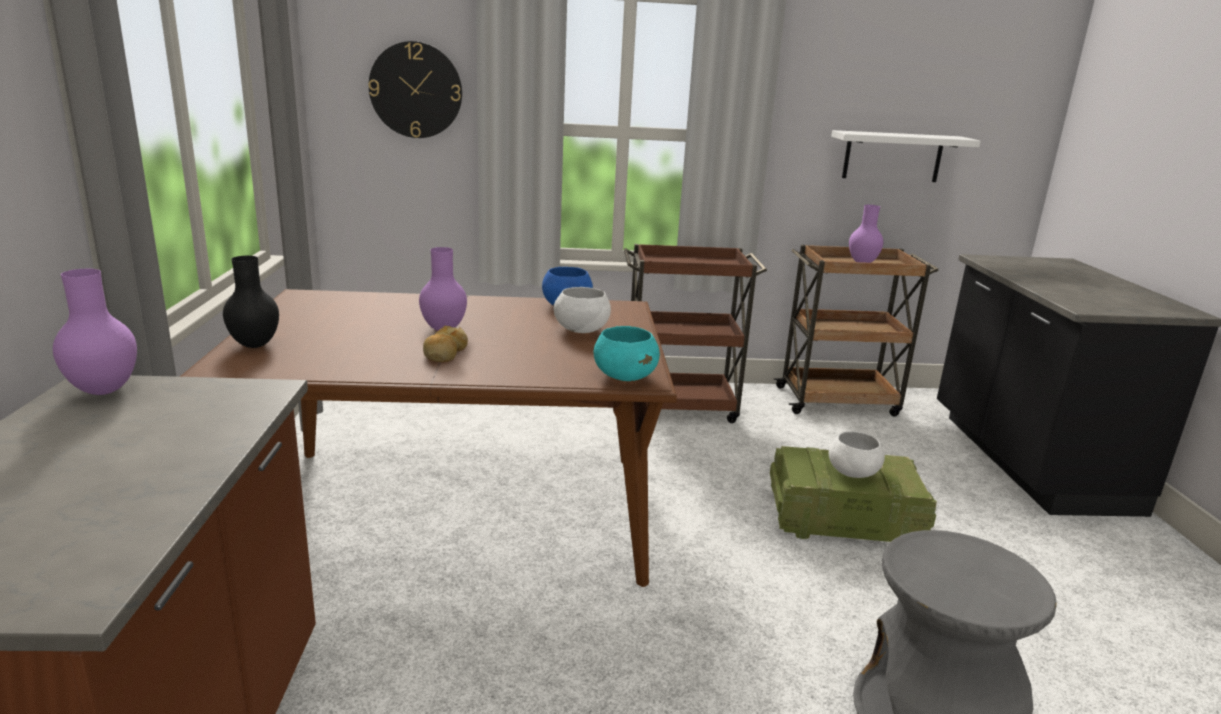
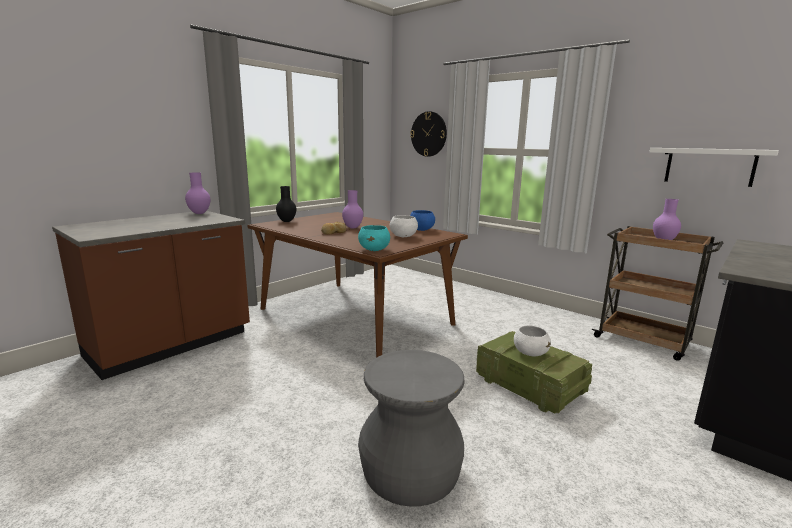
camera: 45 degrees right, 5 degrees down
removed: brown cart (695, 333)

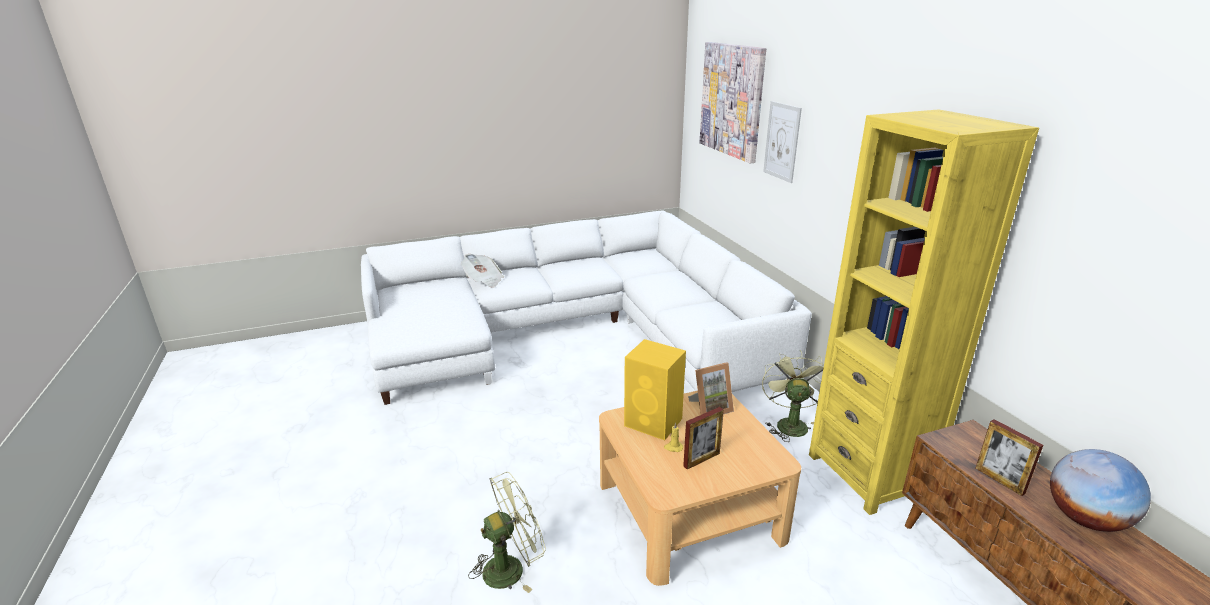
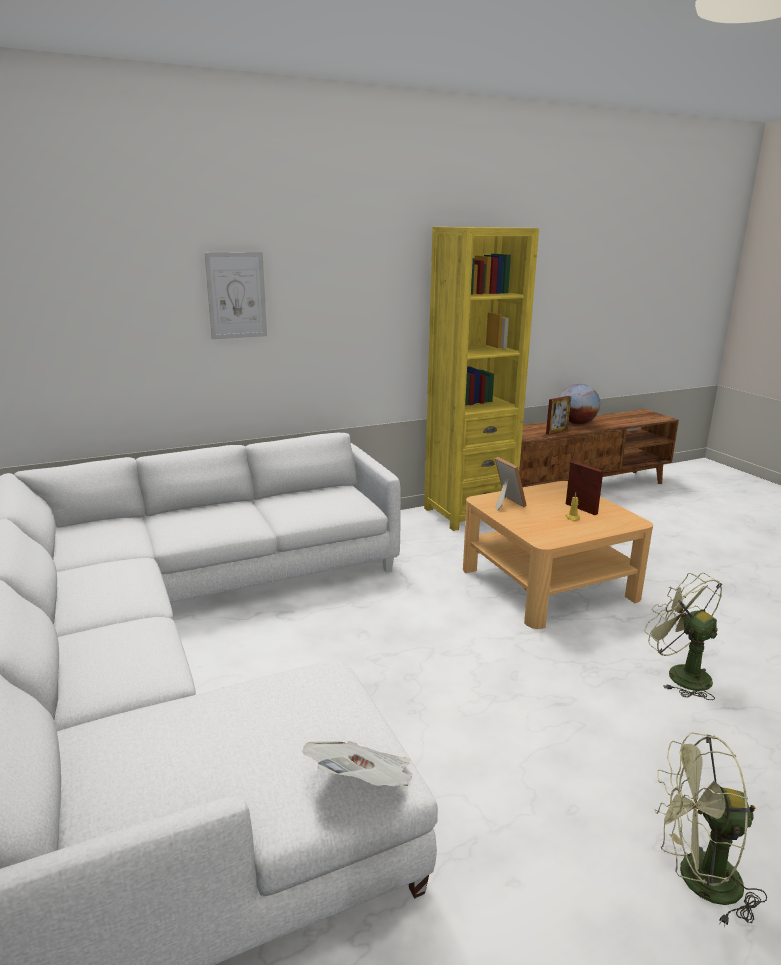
camera: 95 degrees left, 5 degrees down
removed: yellow speaker (655, 389); picture (733, 102)
moved: newspaper (482, 271) to (357, 764); green fan (793, 396) to (710, 830)

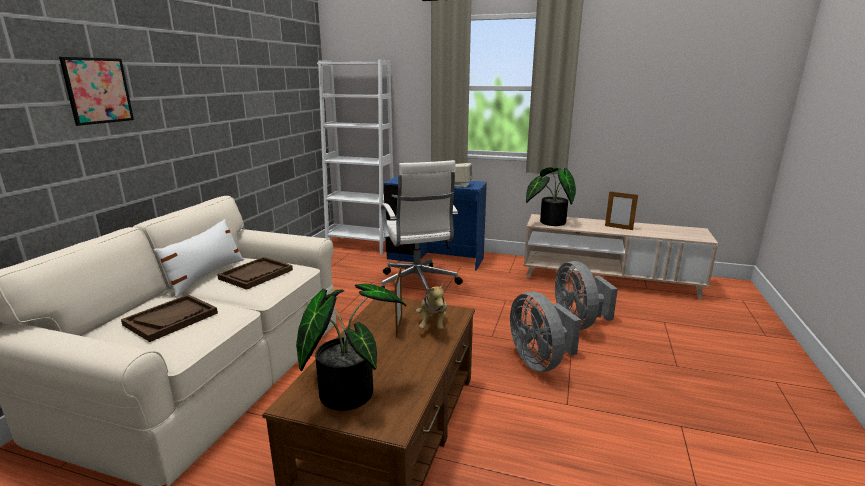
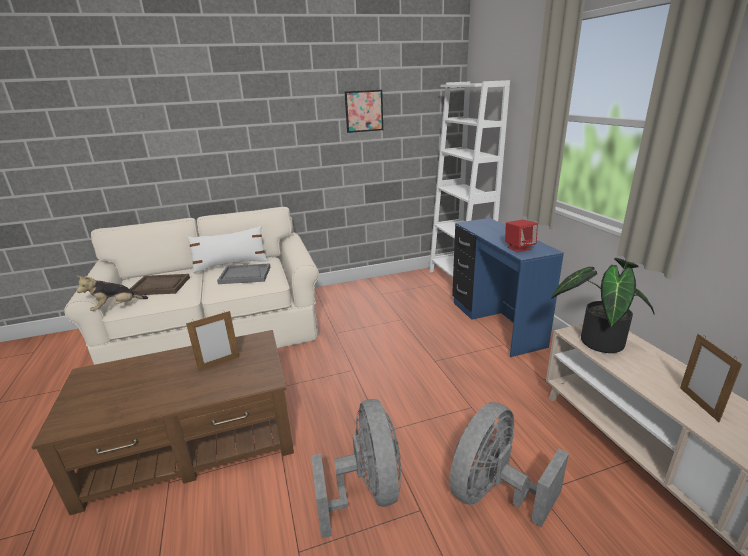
camera: 55 degrees right, 5 degrees up
removed: potted plant (351, 347); white office chair (422, 227)
moved: picture (96, 91) to (364, 111); plush toy (431, 306) to (112, 293)
recoloured: brown tray (255, 273) to grey tray (243, 273); beige speaker (463, 175) to red speaker (521, 236)
turned: grey fan (545, 332) = (356, 469) 135 degrees clockwise

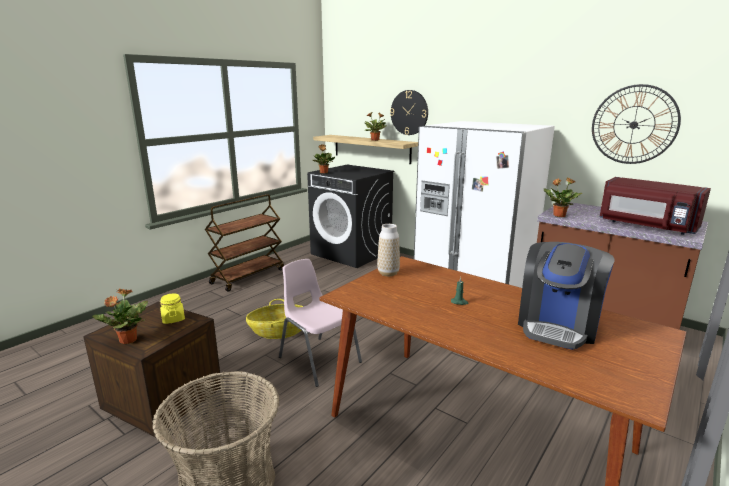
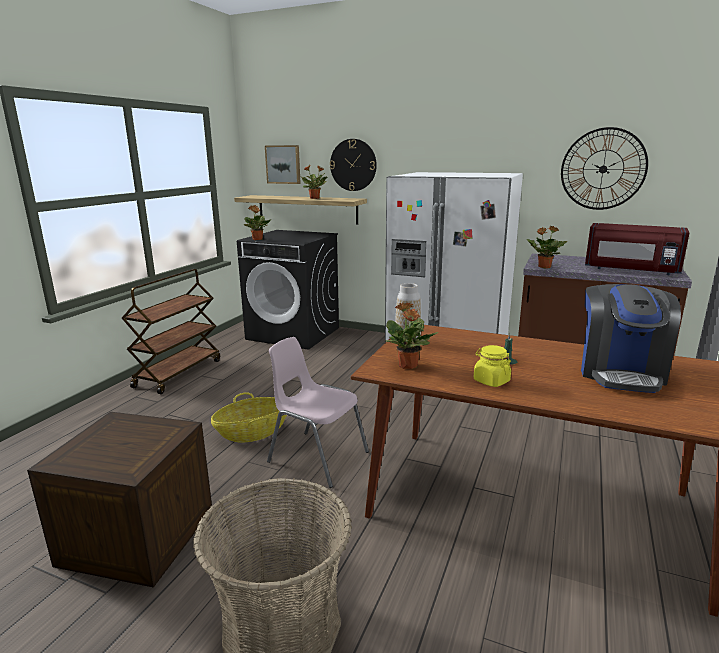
camera: 15 degrees left, 0 degrees up
added: picture (283, 164)
moved: potted plant (120, 316) to (411, 336); yellow jar (172, 309) to (492, 366)

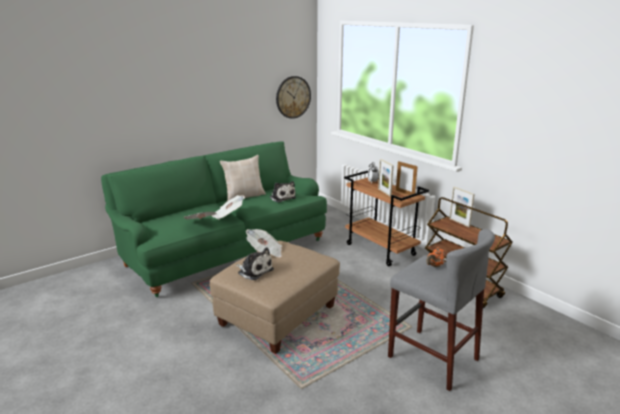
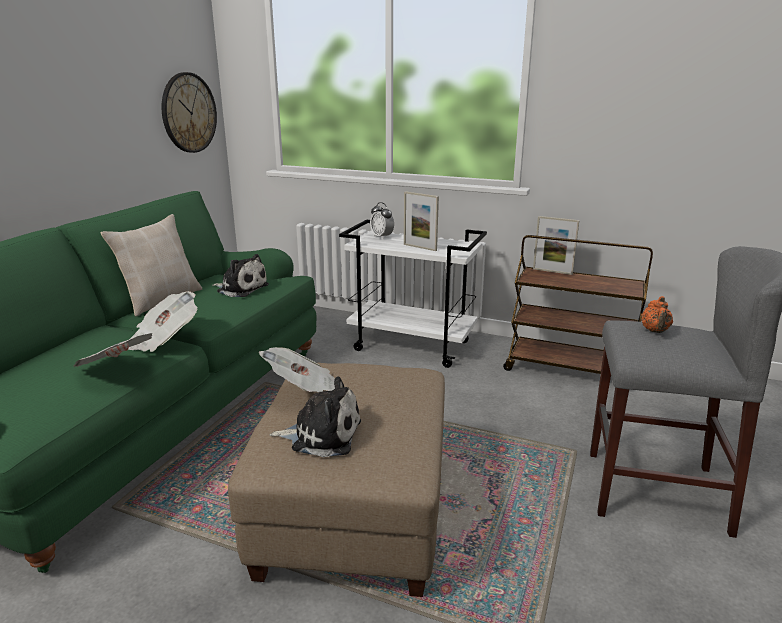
camera: 30 degrees left, 0 degrees up
removed: picture frame (407, 178)
recoloured: brown cart (386, 218) to white cart (413, 294)

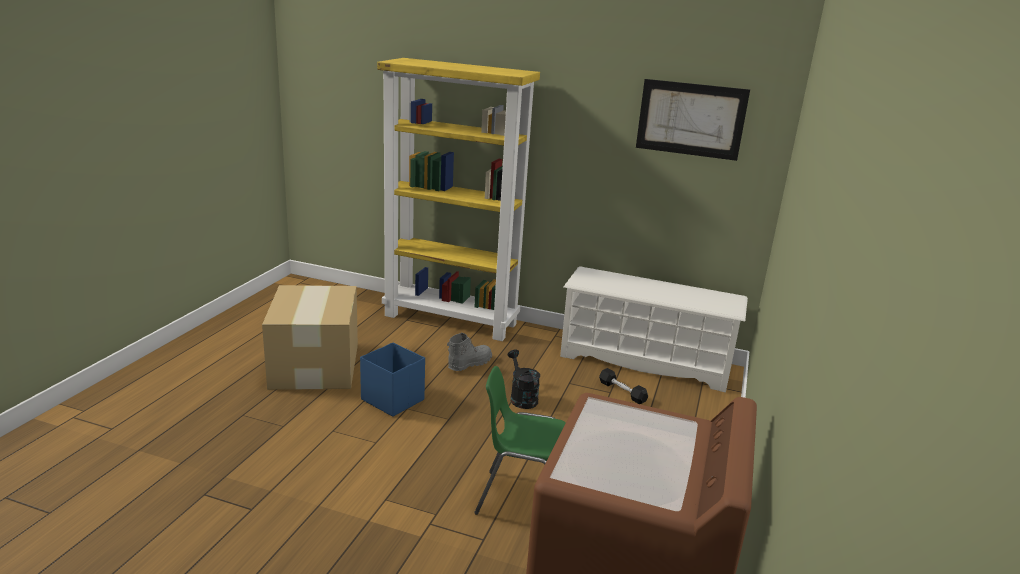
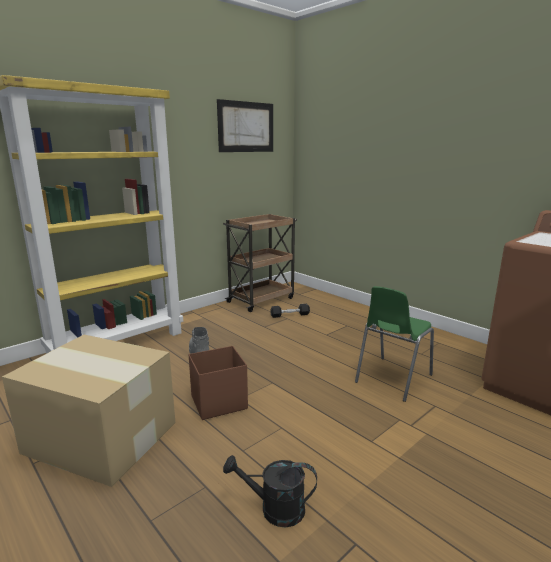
camera: 60 degrees left, 5 degrees down
moved: black watering can (524, 379) to (270, 491)
replaced: white shoe rack (654, 329) to brown cart (260, 263)
recoloured: blue storage box (392, 380) to brown storage box (218, 383)

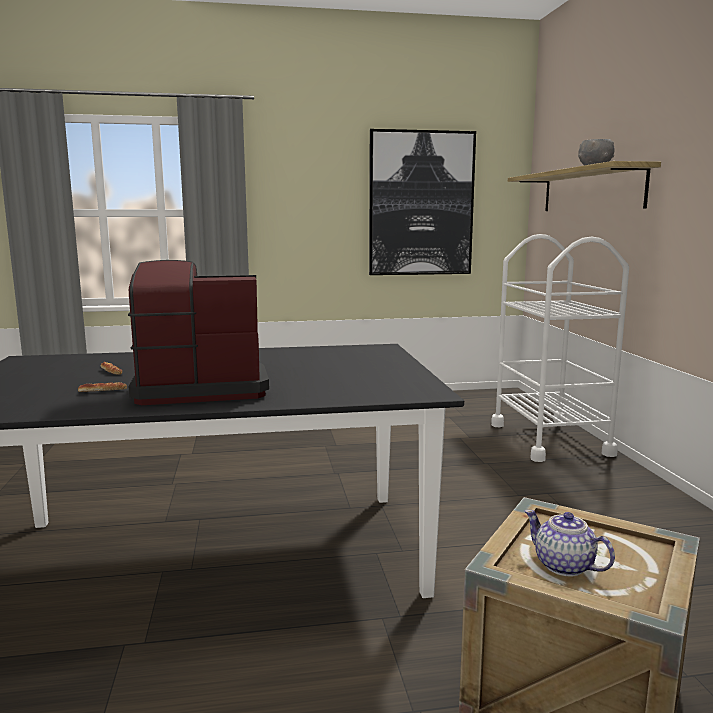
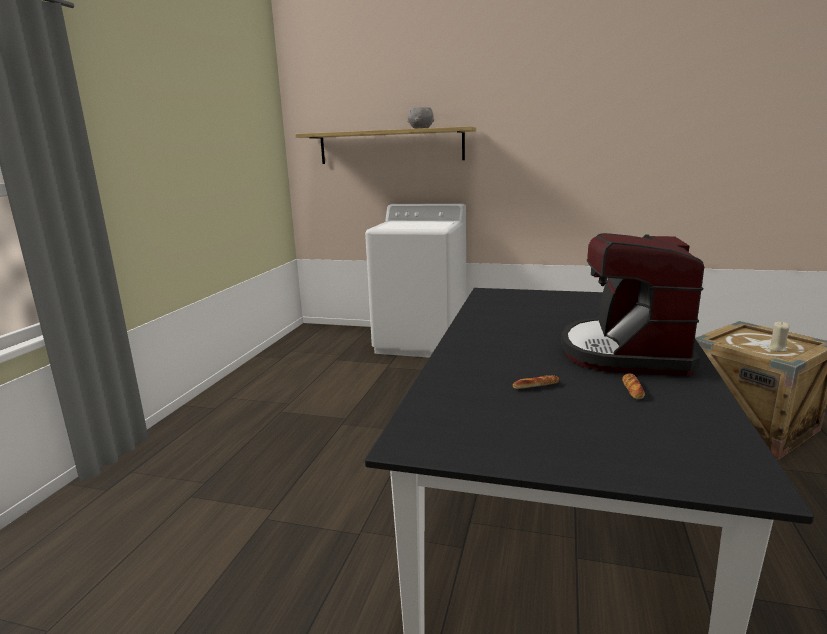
camera: 65 degrees left, 5 degrees up
removed: picture (422, 202)
replaced: white cart (560, 348) to white washing machine (415, 280); teapot (569, 543) to beige candle (778, 337)

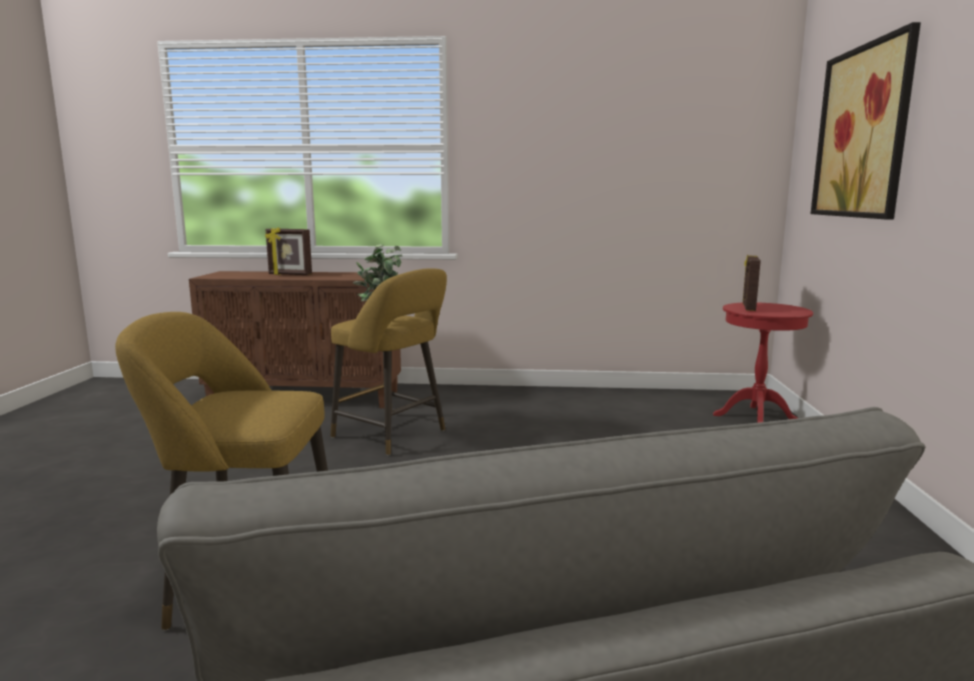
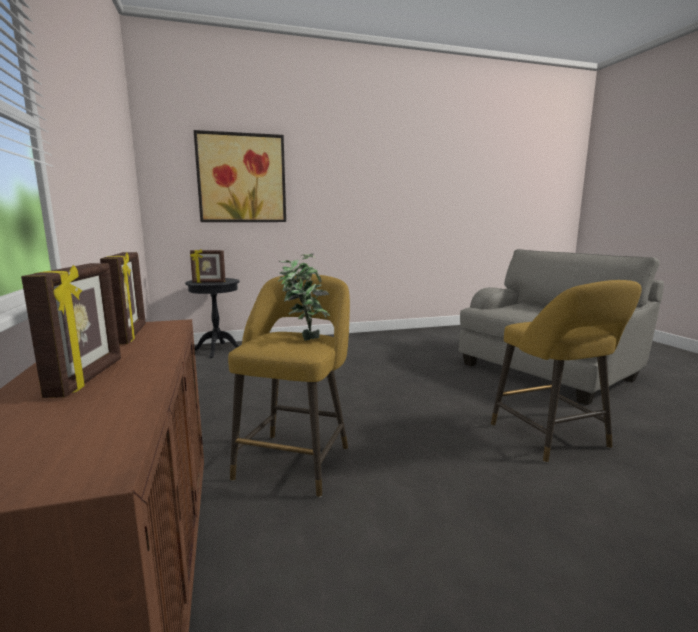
camera: 110 degrees left, 0 degrees up
added: picture frame (123, 298)
recoloured: red side table (763, 362) to black side table (212, 318)

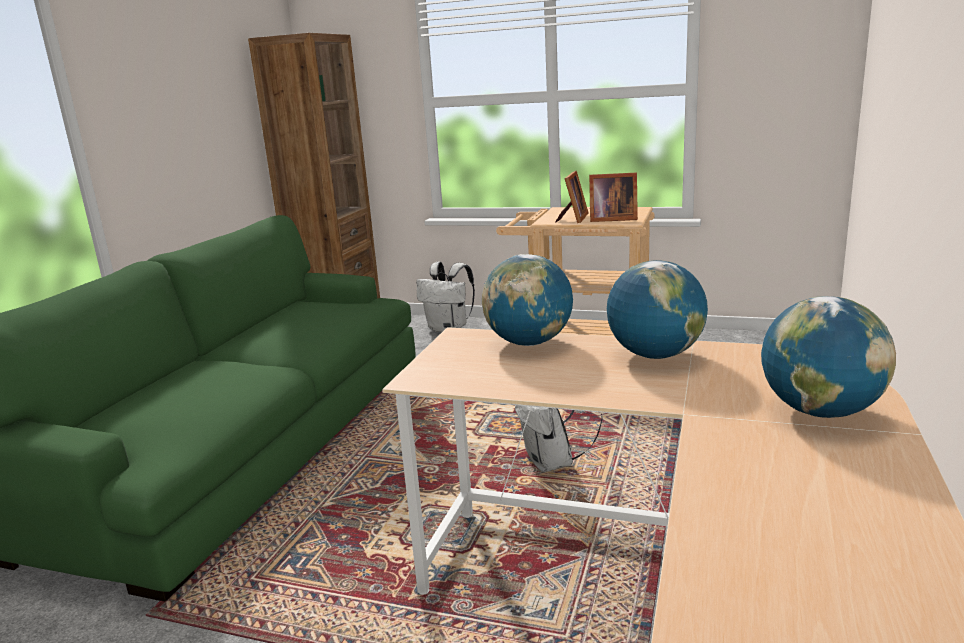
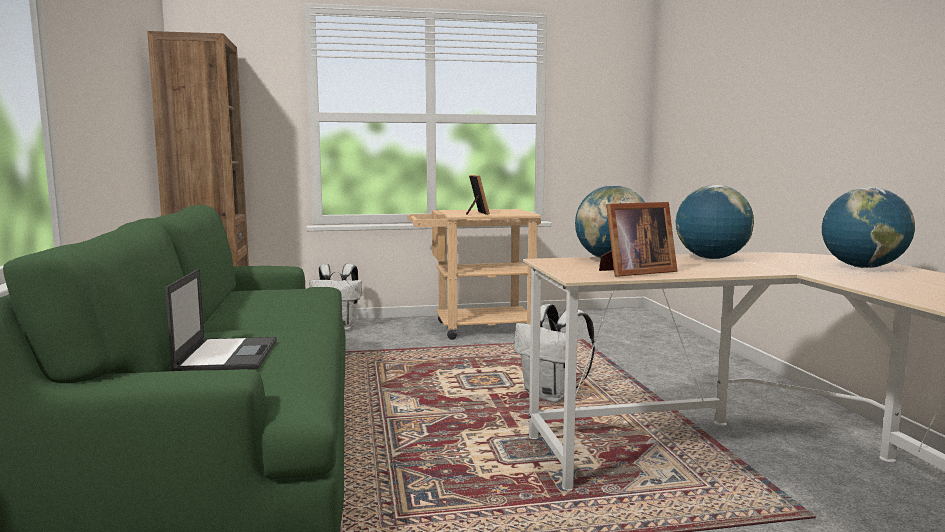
camera: 30 degrees left, 10 degrees down
added: laptop (221, 320)
moved: picture frame (613, 197) to (638, 239)

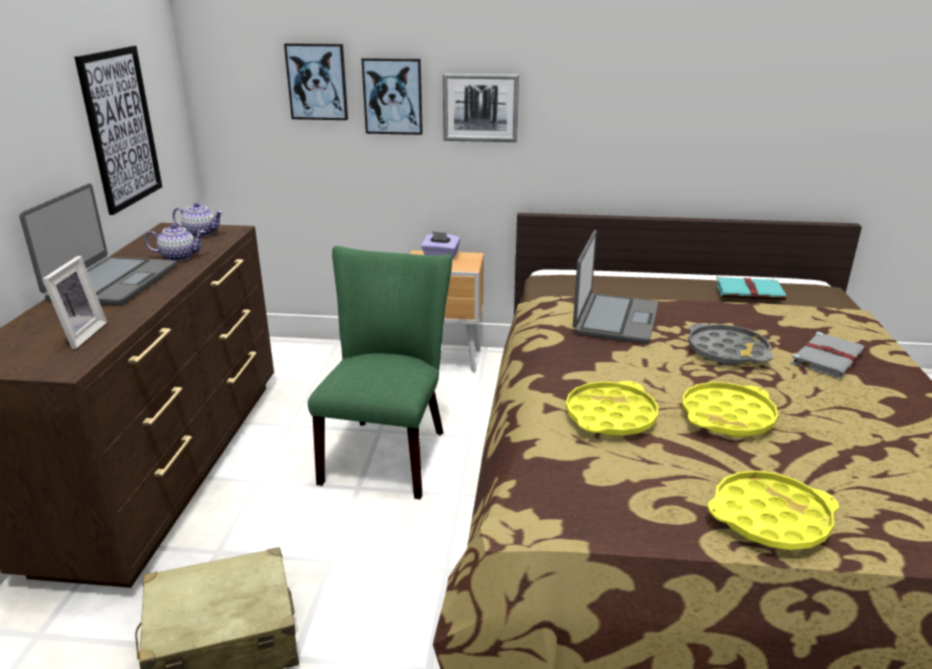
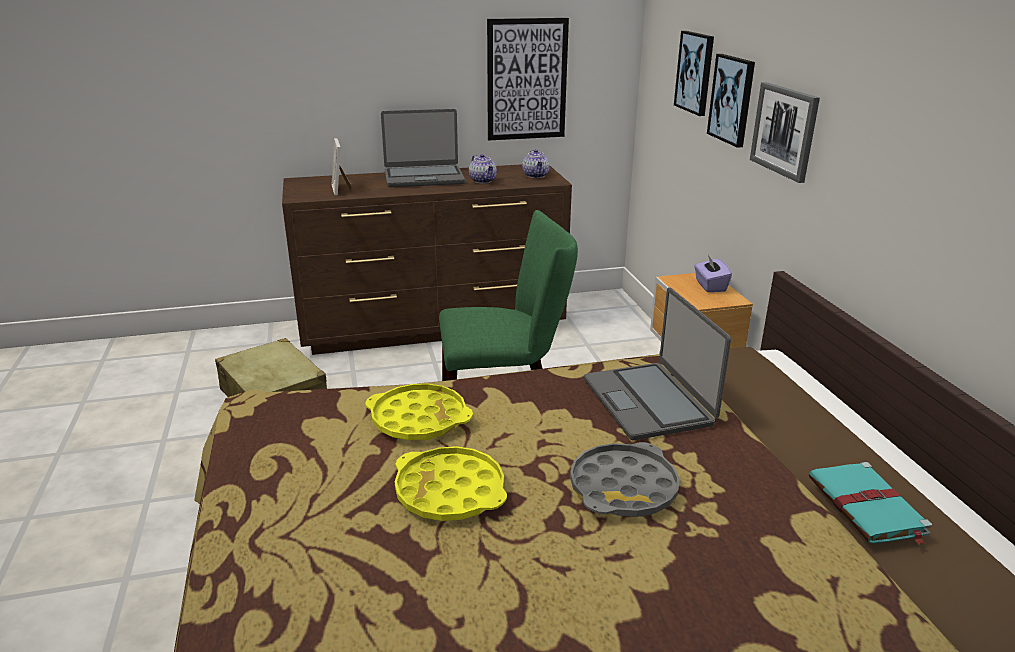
camera: 70 degrees right, 0 degrees up
removed: yellow tray (773, 510); grey book (828, 355)
turned: picture frame (74, 302) = (342, 167) 90 degrees clockwise; laptop (615, 287) = (657, 363) 75 degrees clockwise

